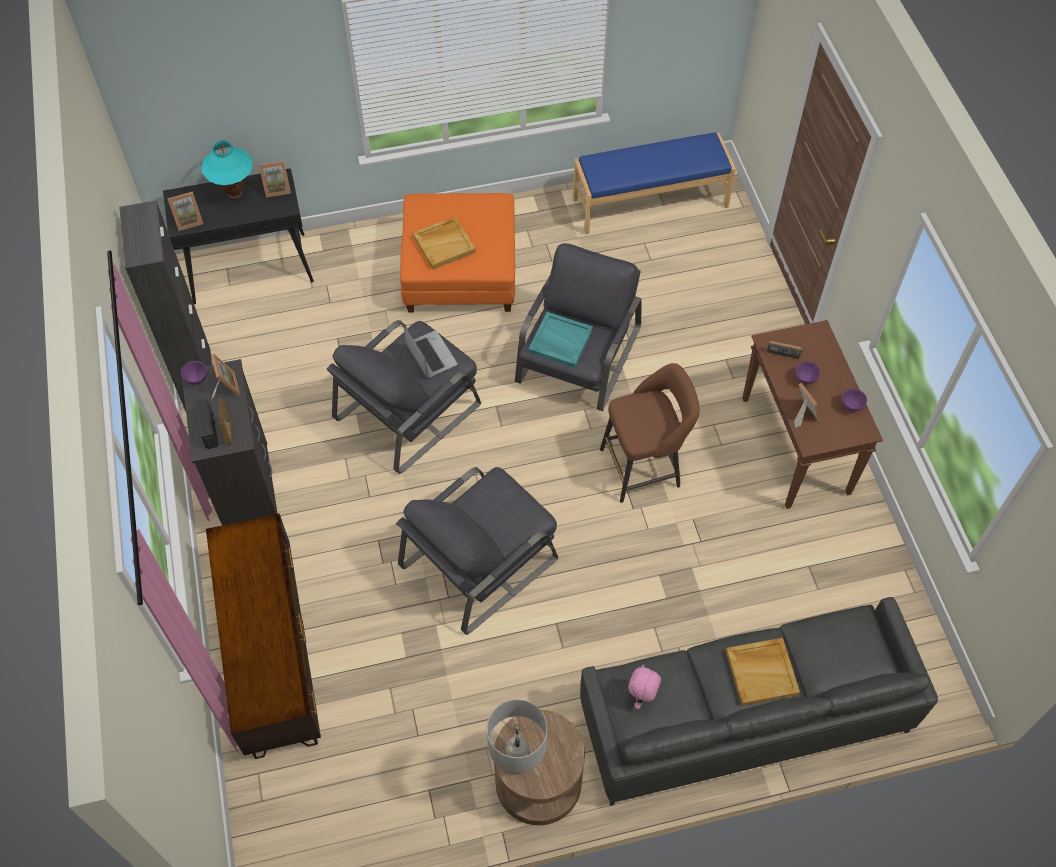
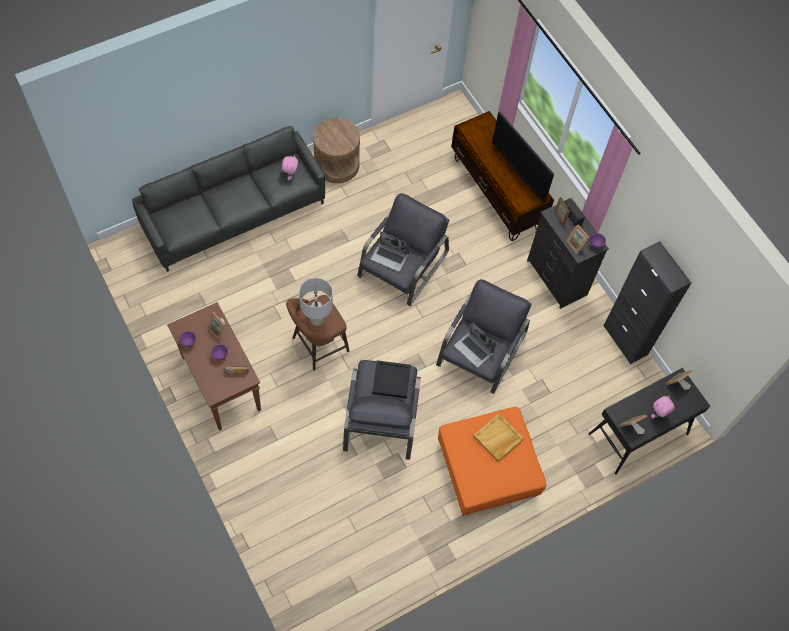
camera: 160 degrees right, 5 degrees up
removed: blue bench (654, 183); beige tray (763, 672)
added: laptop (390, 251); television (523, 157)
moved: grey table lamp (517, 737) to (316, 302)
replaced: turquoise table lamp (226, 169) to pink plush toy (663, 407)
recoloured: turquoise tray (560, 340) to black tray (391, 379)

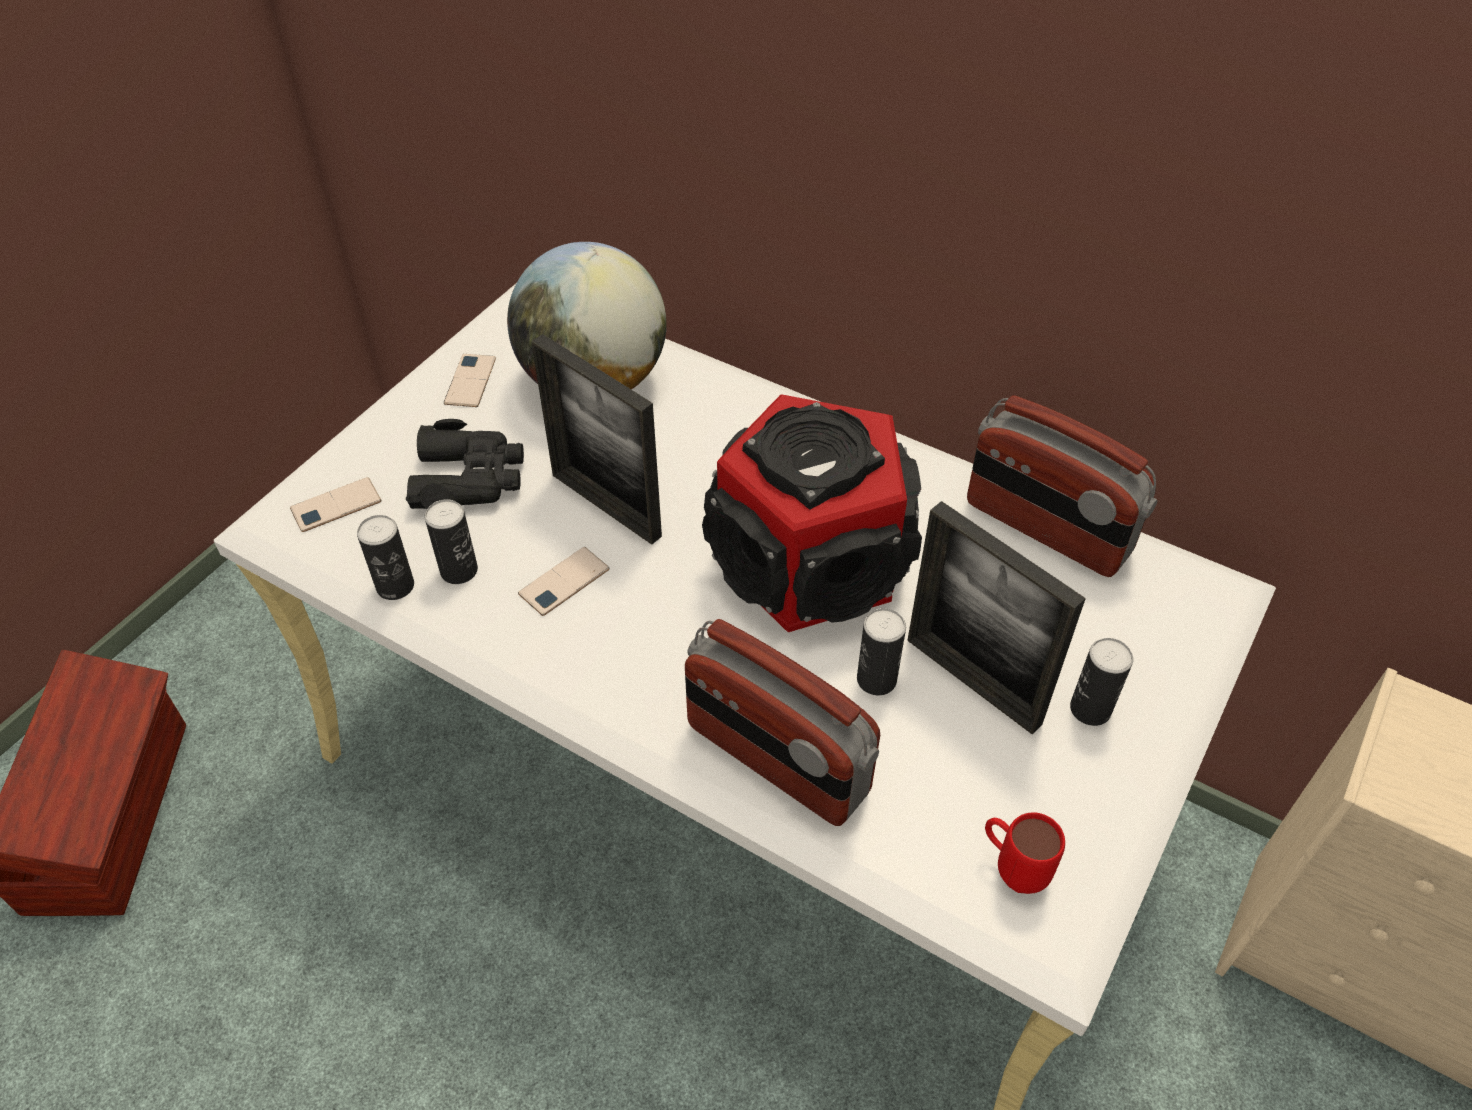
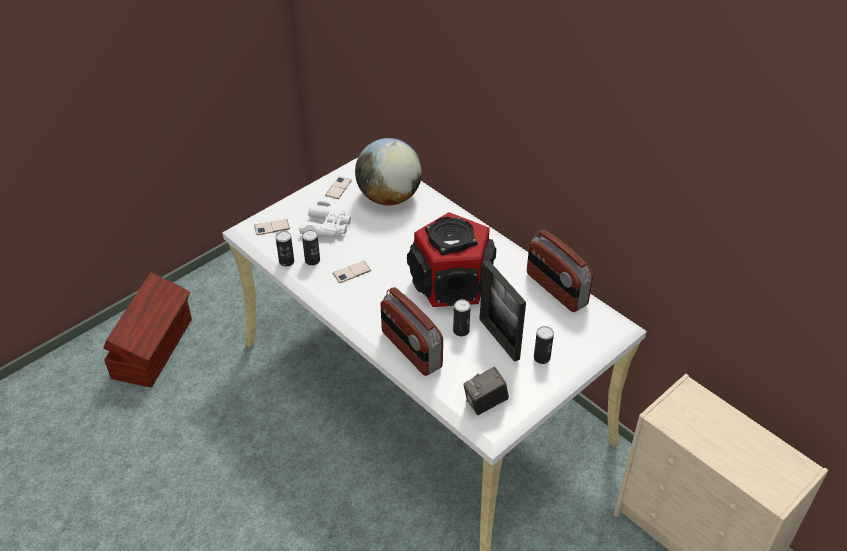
camera: 15 degrees right, 5 degrees down
removed: picture frame (596, 439)
replaced: red mug (1025, 853) to photo camera (486, 391)
recoloured: black binoculars (465, 464) to white binoculars (325, 219)

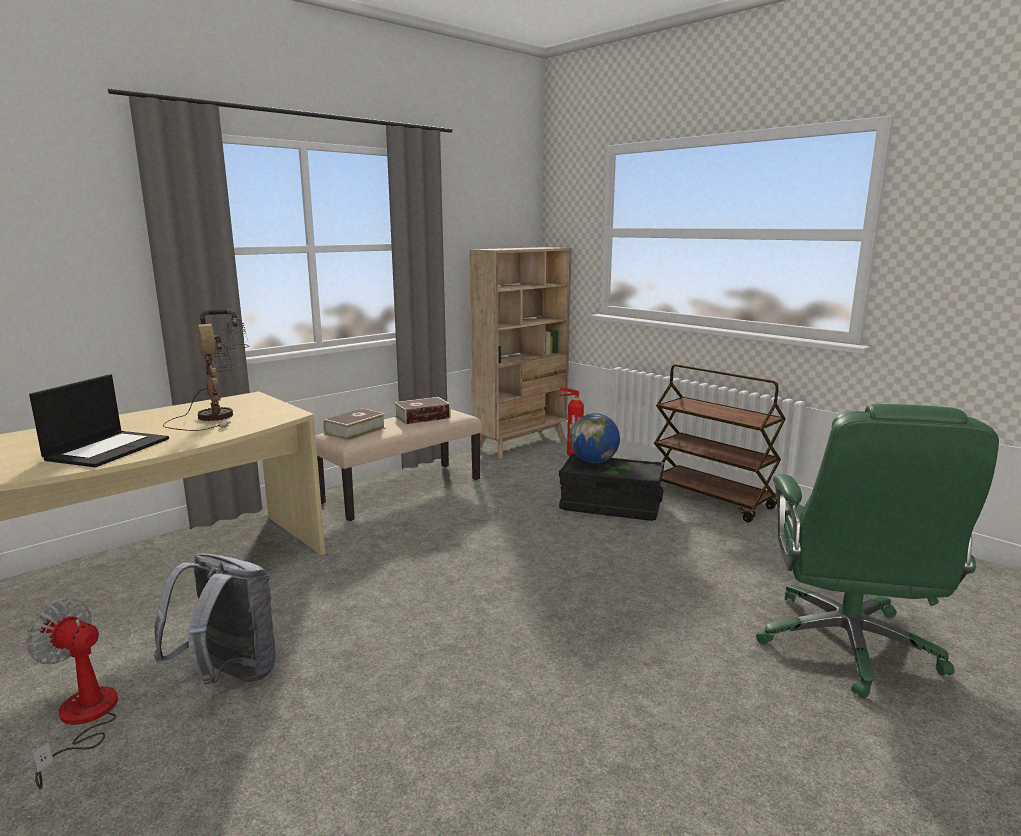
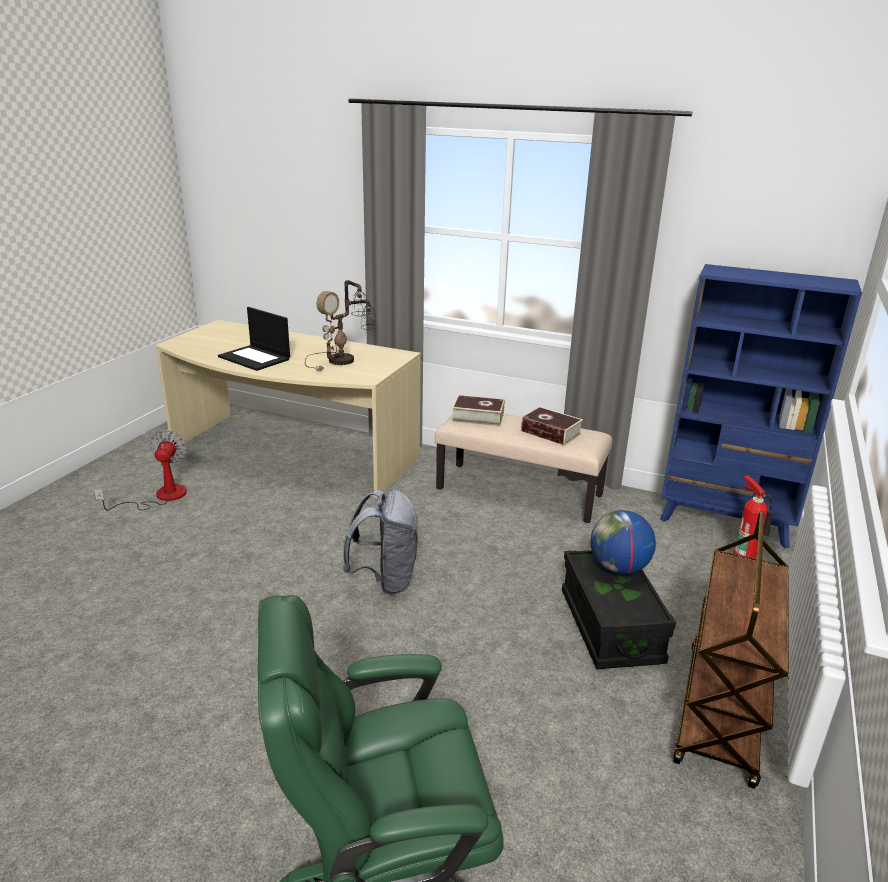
camera: 65 degrees right, 10 degrees up
moved: grey backpack (215, 620) to (381, 541)
recoloured: beige bookcase (520, 352) to blue bookcase (761, 406)
turned: laptop (99, 420) = (254, 339) 45 degrees clockwise

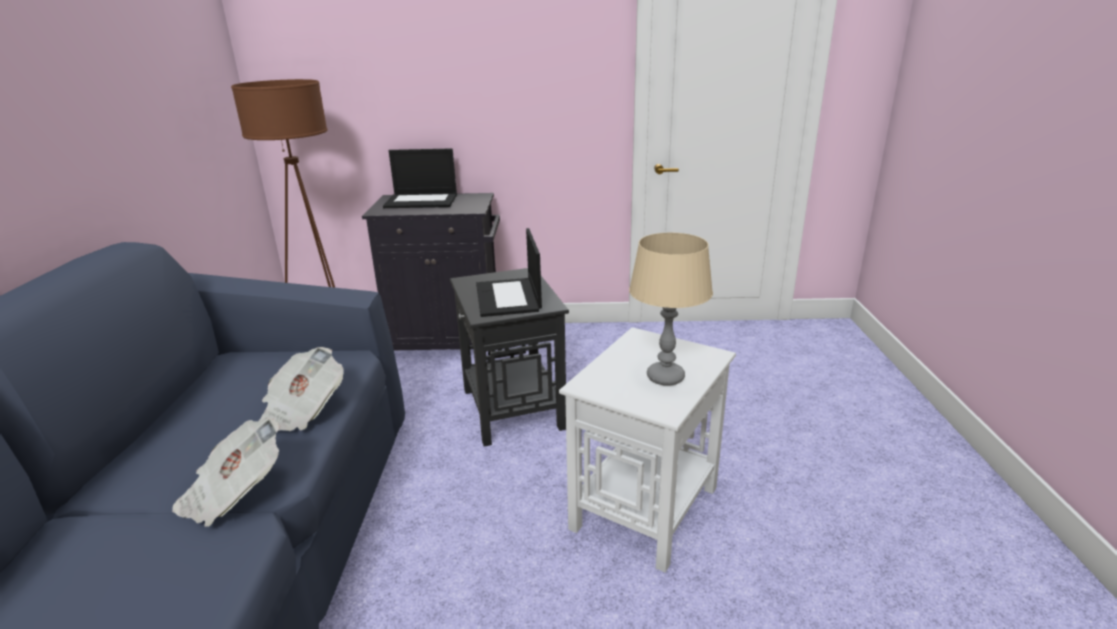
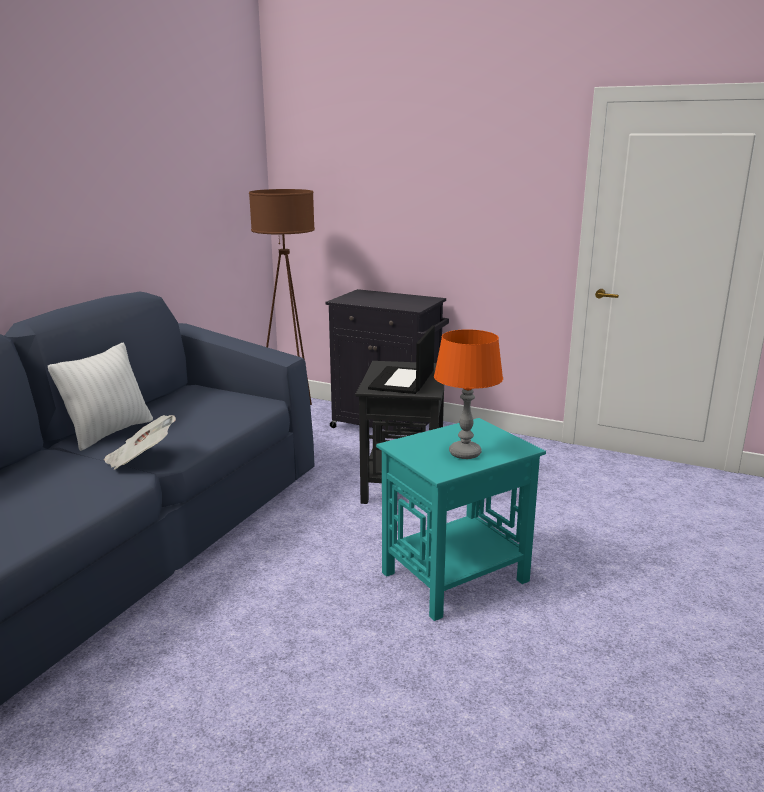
camera: 25 degrees right, 5 degrees down
removed: newspaper (301, 389); laptop (420, 178)
added: white pillow (100, 396)
recoloured: white side table (647, 450) to turquoise side table (461, 519); beige table lamp (671, 309) to orange table lamp (468, 394)

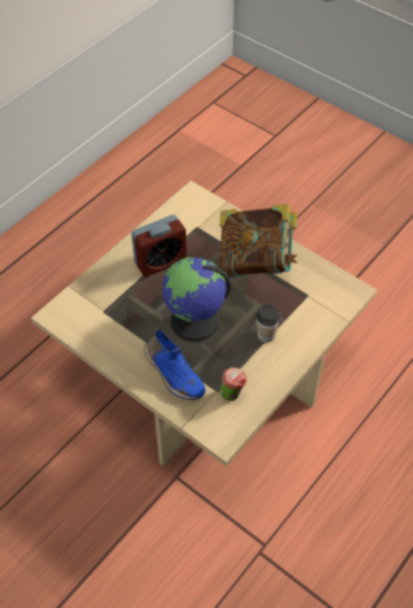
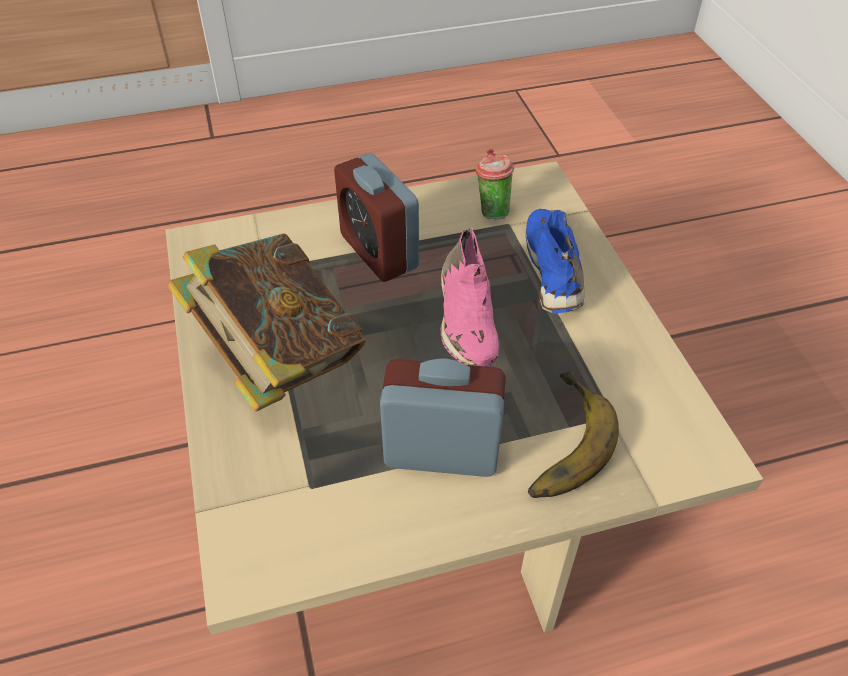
camera: 145 degrees left, 5 degrees down
added: banana (573, 435)
replaced: globe (196, 299) to pink shoe (470, 297); cup (268, 323) to alarm clock (376, 217)

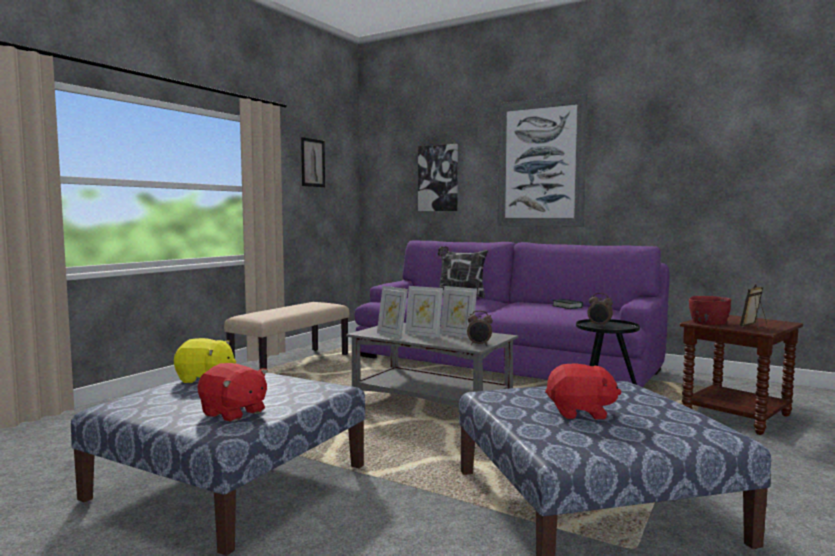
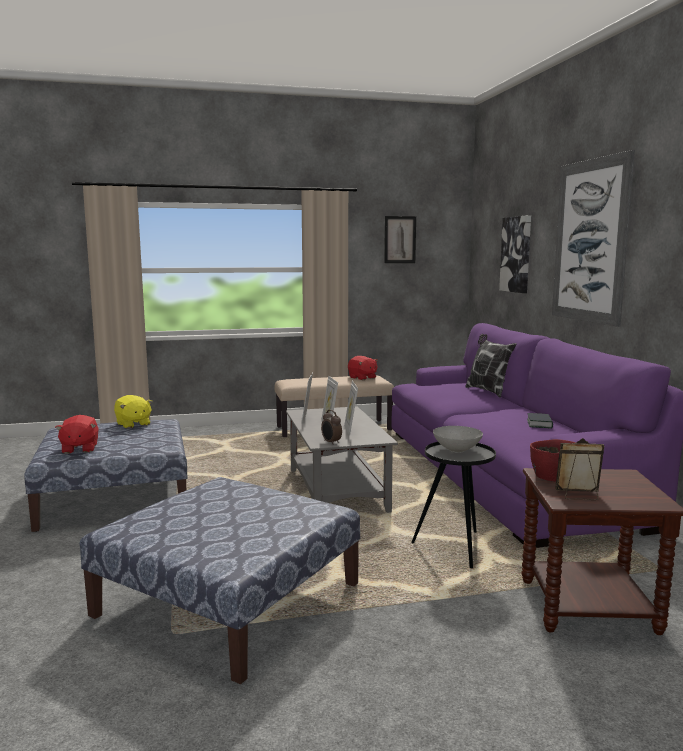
camera: 45 degrees right, 5 degrees up
moved: red plush toy (583, 391) to (363, 368)
replaced: alarm clock (600, 310) to grey bowl (458, 439)

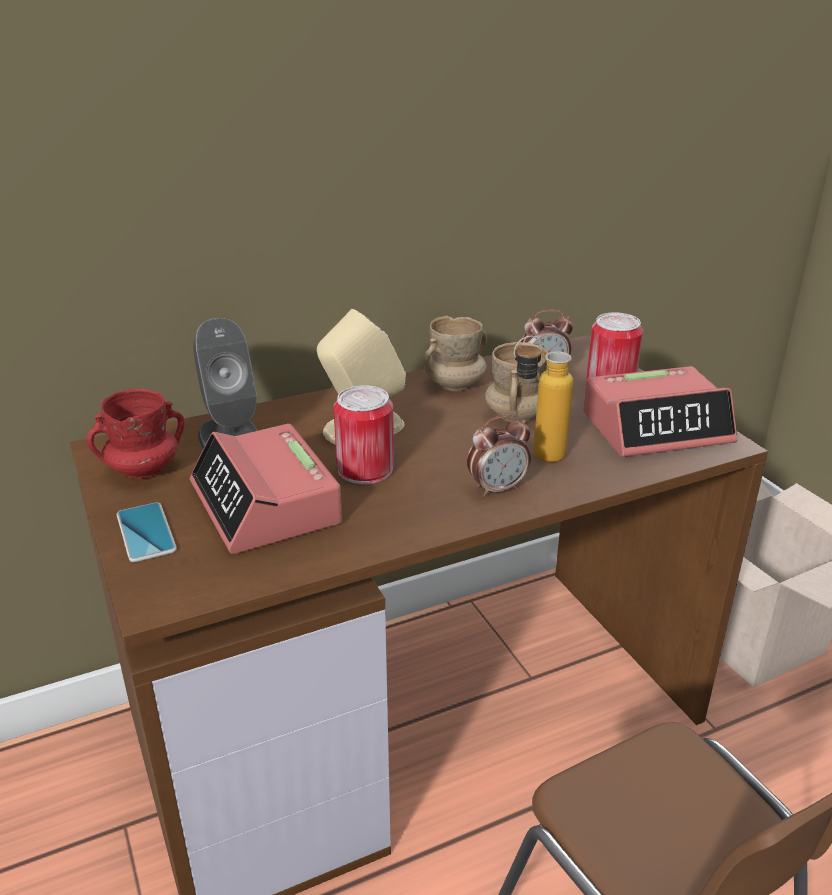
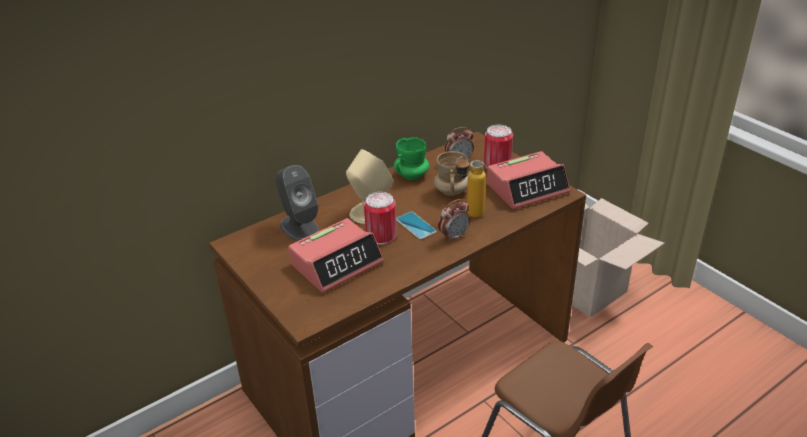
camera: 10 degrees left, 5 degrees up
removed: red mug (135, 434)
moved: phone (147, 532) to (416, 225)
recoloured: beige mug (455, 353) to green mug (411, 158)
turned: alarm clock (266, 489) = (336, 255) 90 degrees counterclockwise

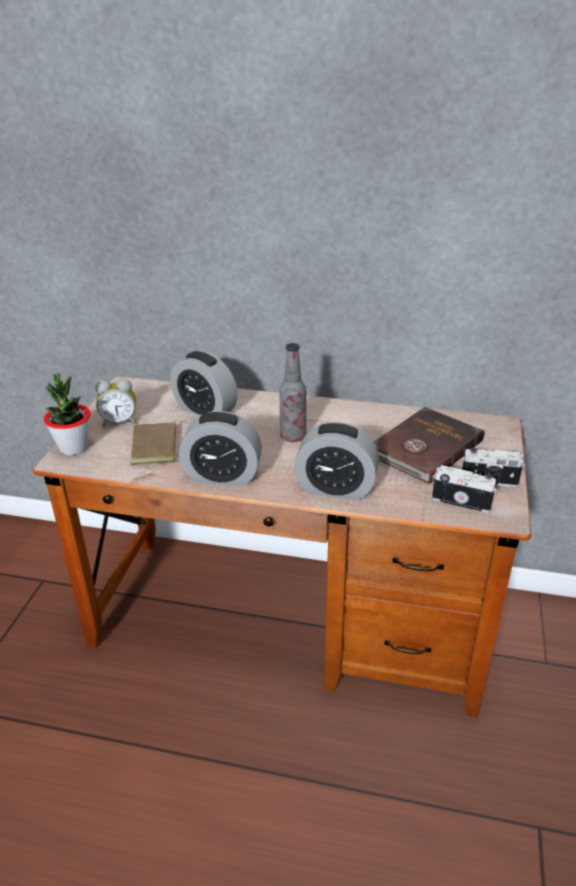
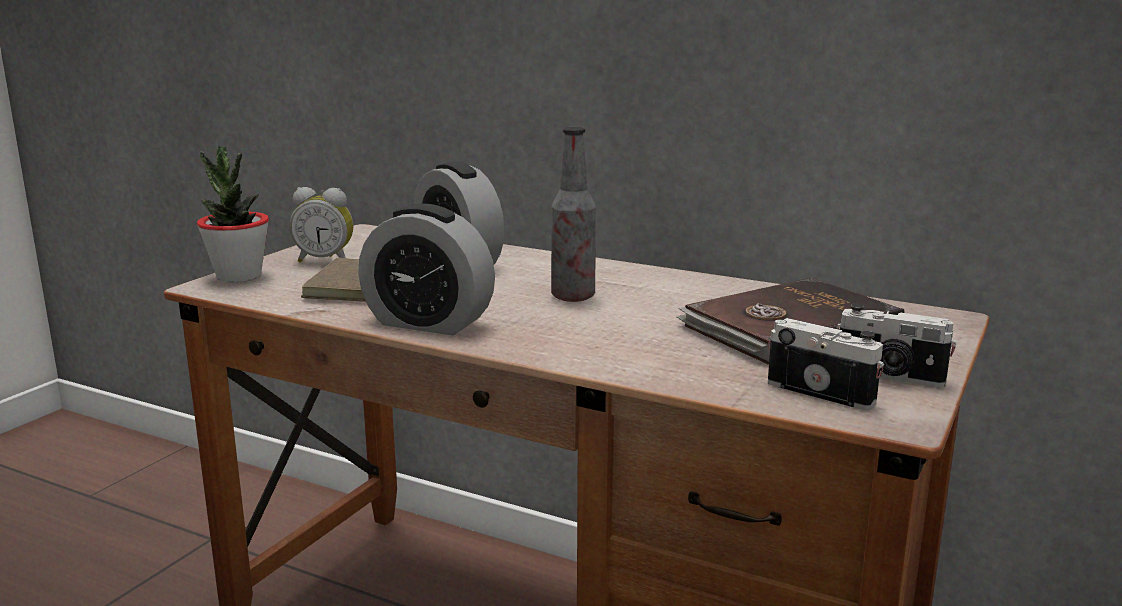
camera: 15 degrees right, 15 degrees down
removed: alarm clock (336, 461)

